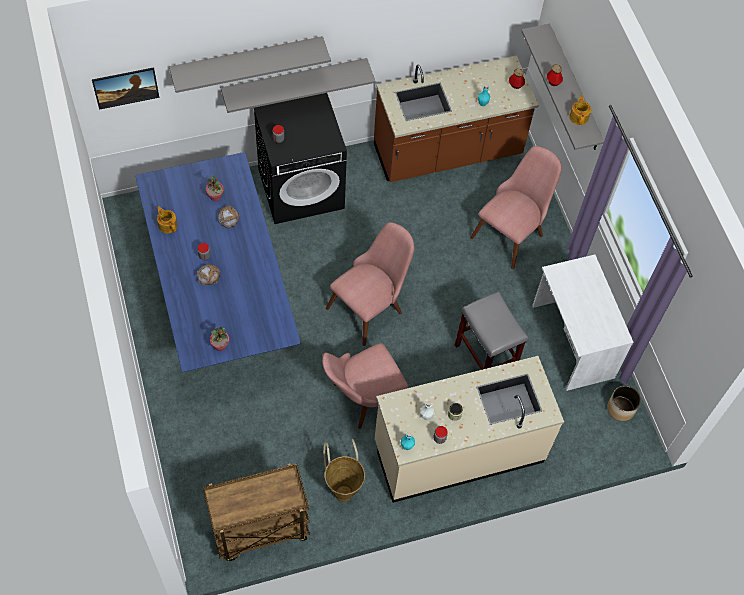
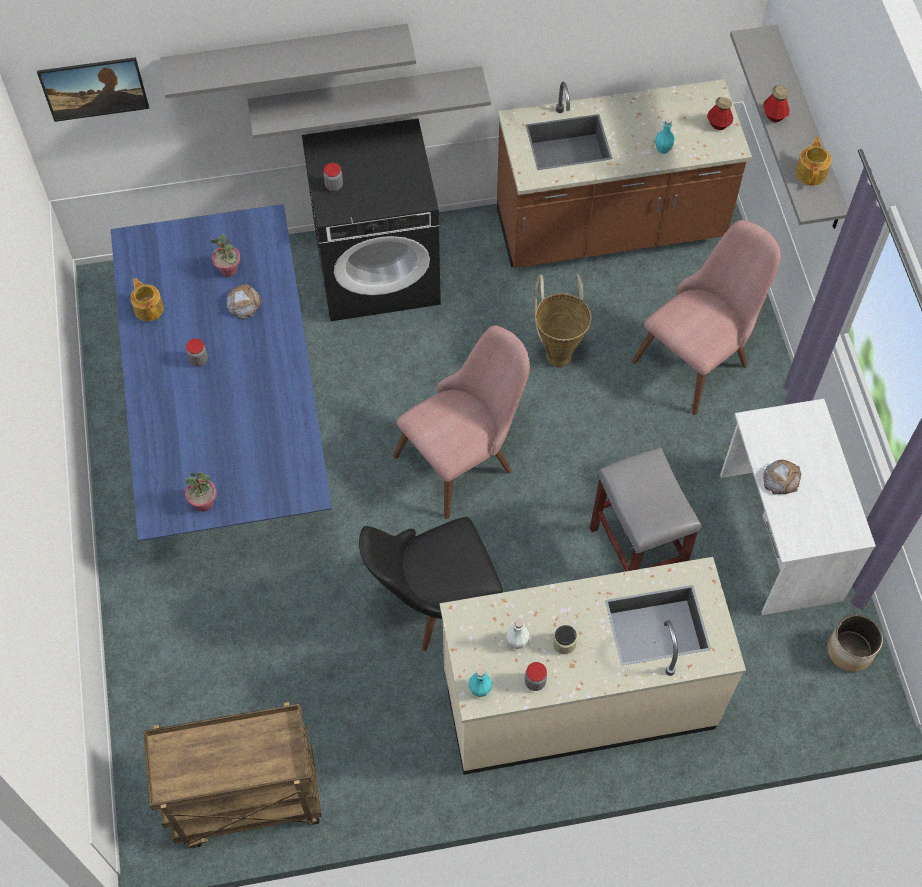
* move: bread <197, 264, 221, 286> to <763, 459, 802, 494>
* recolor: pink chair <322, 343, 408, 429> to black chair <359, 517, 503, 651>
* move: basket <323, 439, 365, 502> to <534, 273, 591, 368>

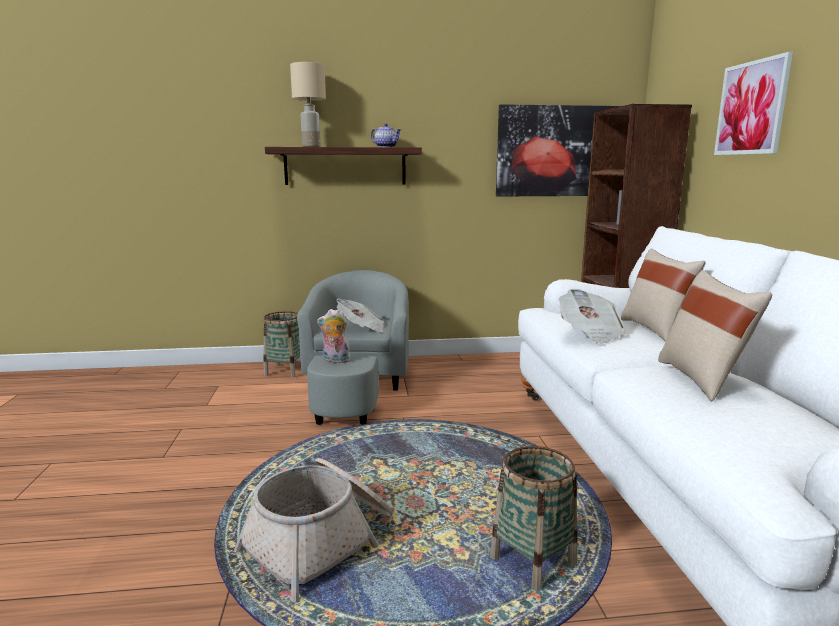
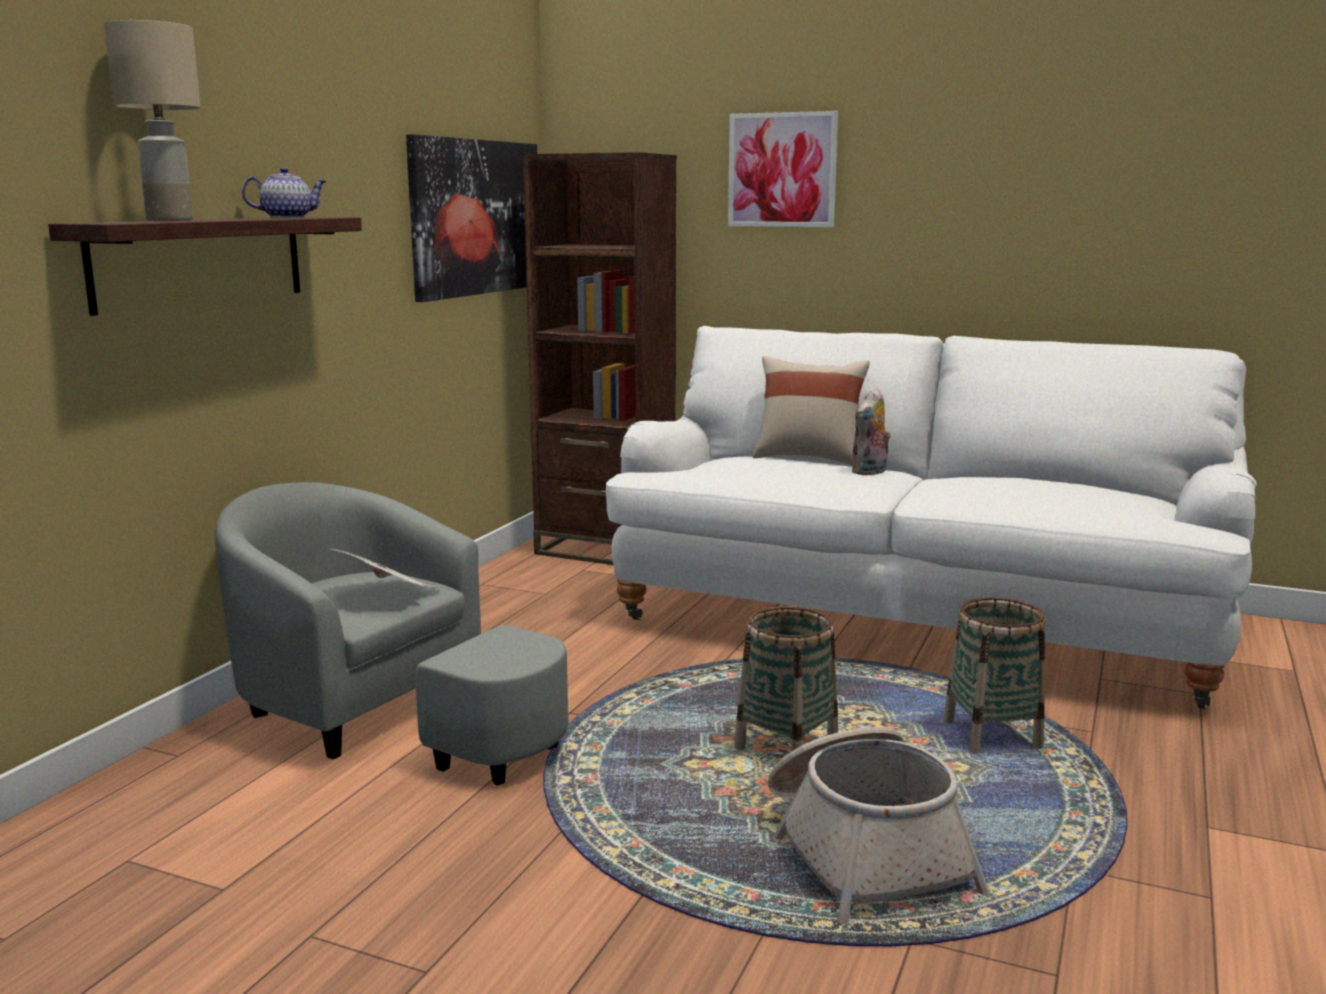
* delete: beige pillow <658, 270, 772, 401>
* delete: newspaper <558, 289, 626, 344>
* move: plush toy <317, 309, 351, 363> to <852, 388, 891, 475>
* move: basket <263, 311, 300, 377> to <734, 606, 838, 752>

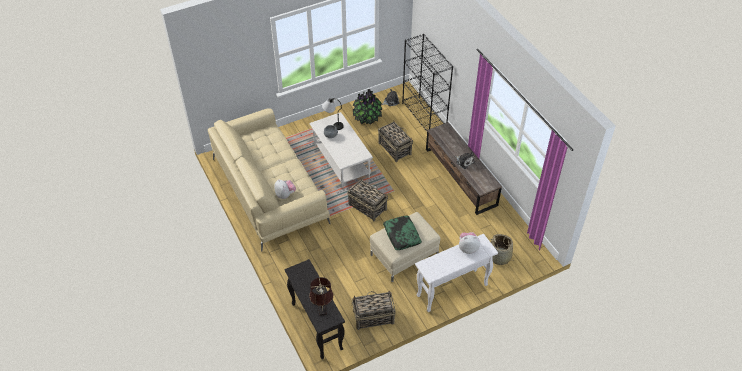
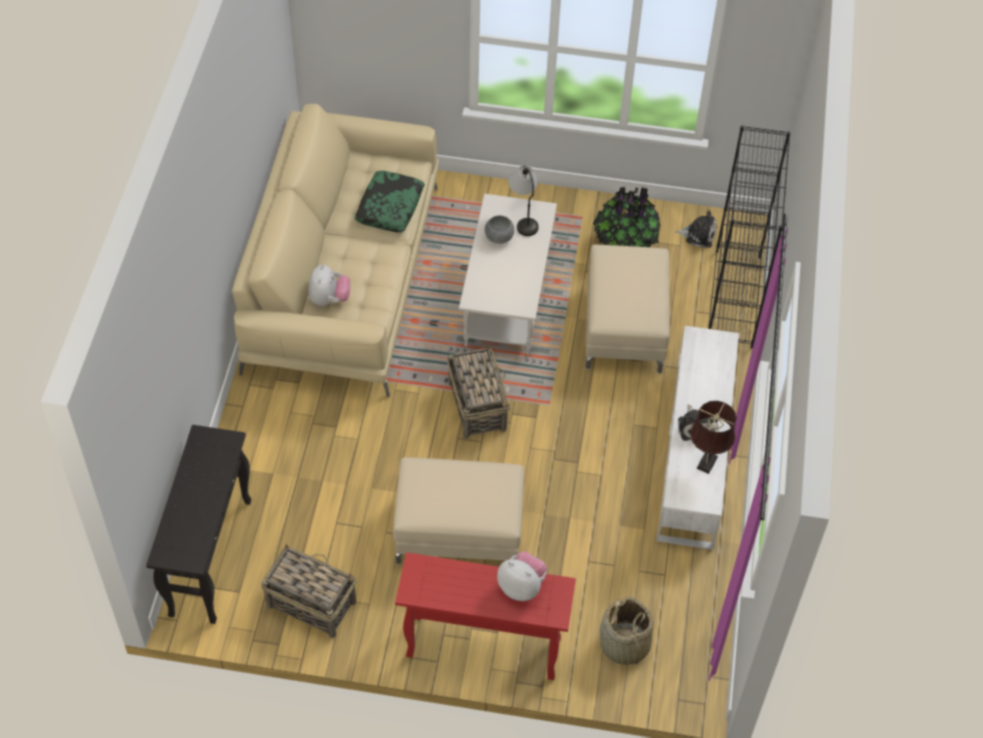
* replace: basket <378, 121, 413, 162> to beige ottoman <585, 245, 670, 374>
* recolor: brown tv stand <426, 122, 502, 215> to white tv stand <656, 326, 739, 550>
* move: pillow <383, 216, 421, 250> to <354, 171, 425, 232>
* recolor: white console table <415, 234, 498, 312> to red console table <395, 552, 576, 680>
* move: brown table lamp <309, 277, 333, 316> to <690, 401, 737, 474>

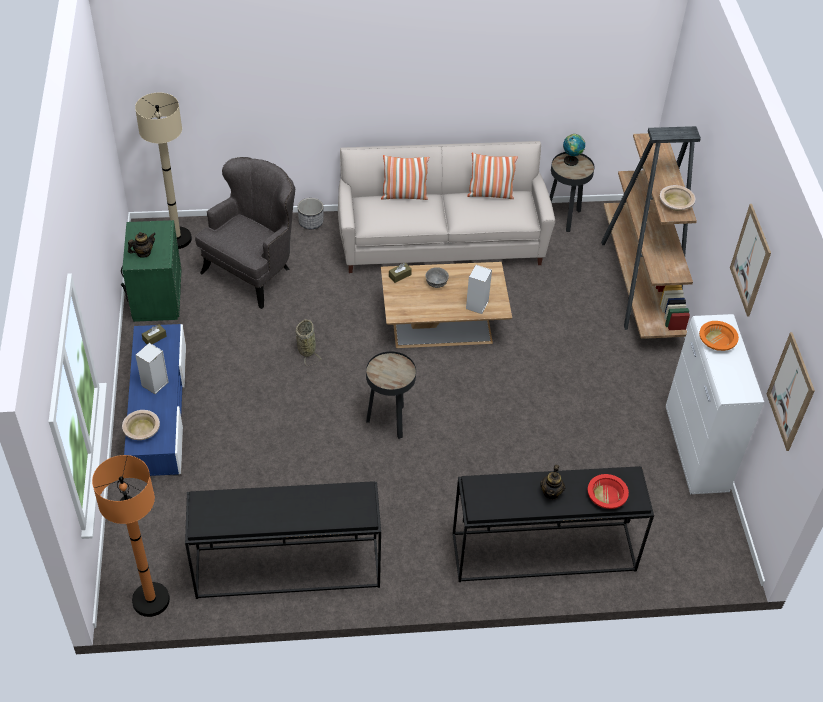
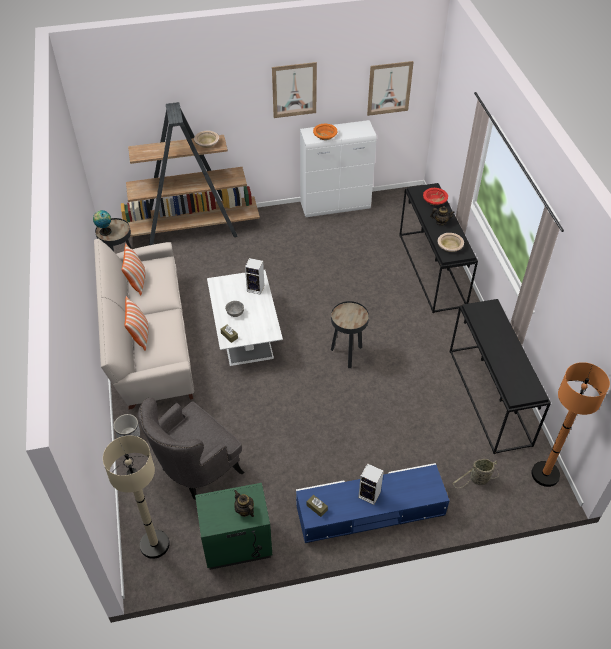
* rotate: grey armchair <195, 157, 295, 309> = <138, 398, 245, 500> 75 degrees counterclockwise
* recolor: brown coffee table <381, 262, 512, 348> to white coffee table <207, 270, 283, 366>
* move: basket <296, 319, 322, 366> to <453, 459, 499, 488>
* move: beige bowl <122, 410, 160, 440> to <437, 233, 464, 252>

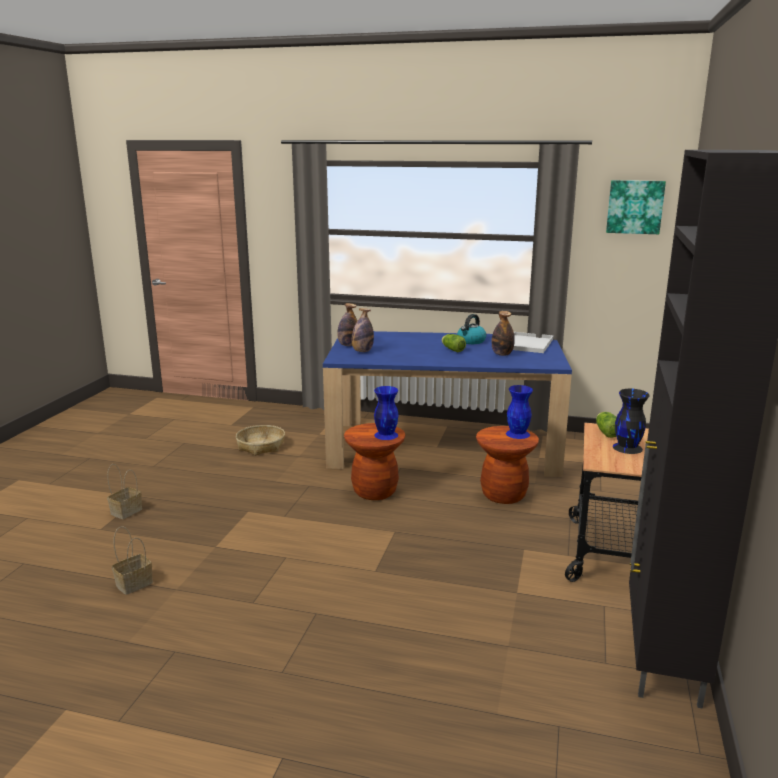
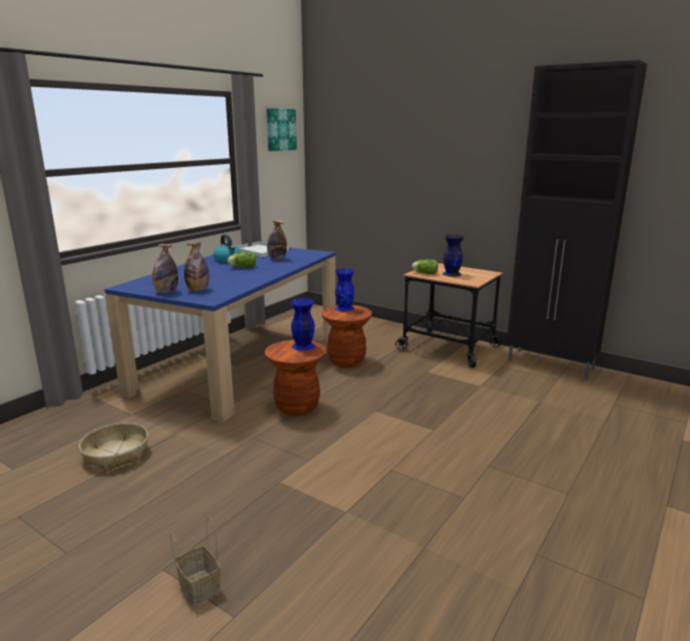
* delete: basket <112, 526, 153, 595>

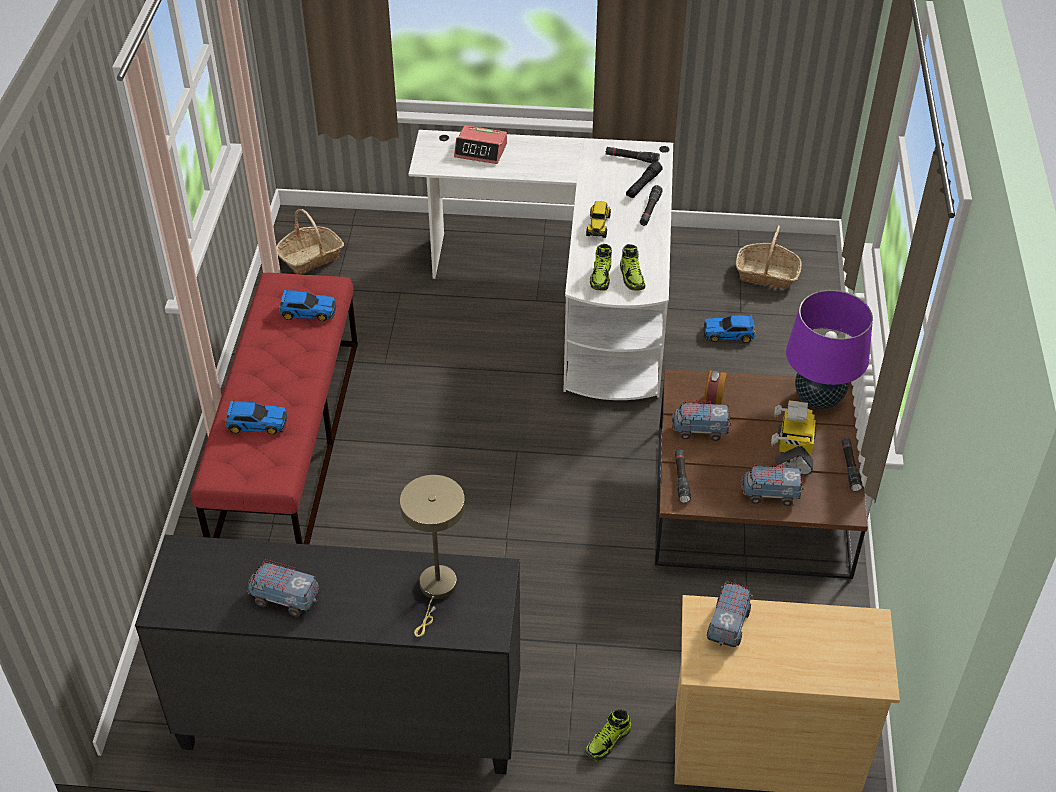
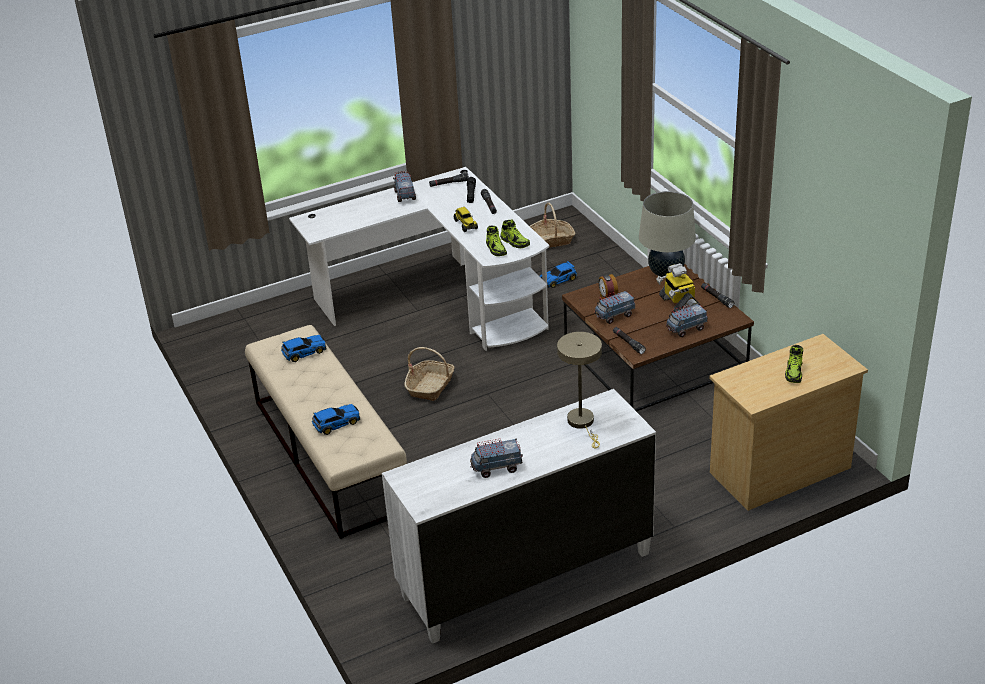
* delete: alarm clock <454, 125, 507, 164>
* move: basket <276, 209, 344, 274> to <404, 347, 454, 401>
* recolor: red bench <191, 273, 358, 544> to beige bench <245, 325, 407, 539>
* recolor: purple table lamp <786, 290, 873, 409> to beige table lamp <639, 191, 696, 277>
* recolor: black dresser <135, 535, 520, 775> to white dresser <382, 389, 656, 644>
* move: toy truck <707, 581, 754, 647> to <393, 170, 416, 202>
* move: shoe <586, 709, 632, 761> to <785, 345, 803, 383>

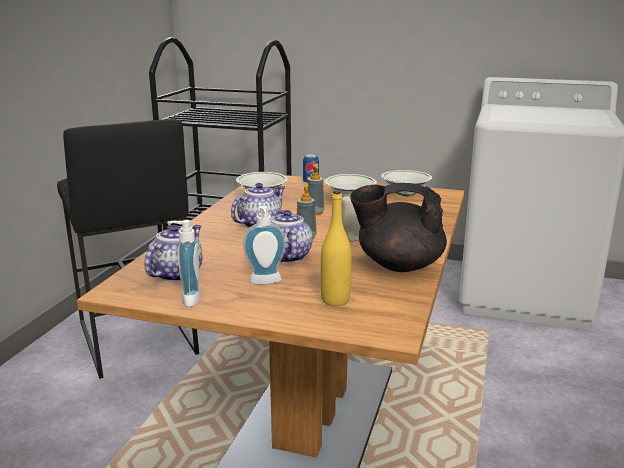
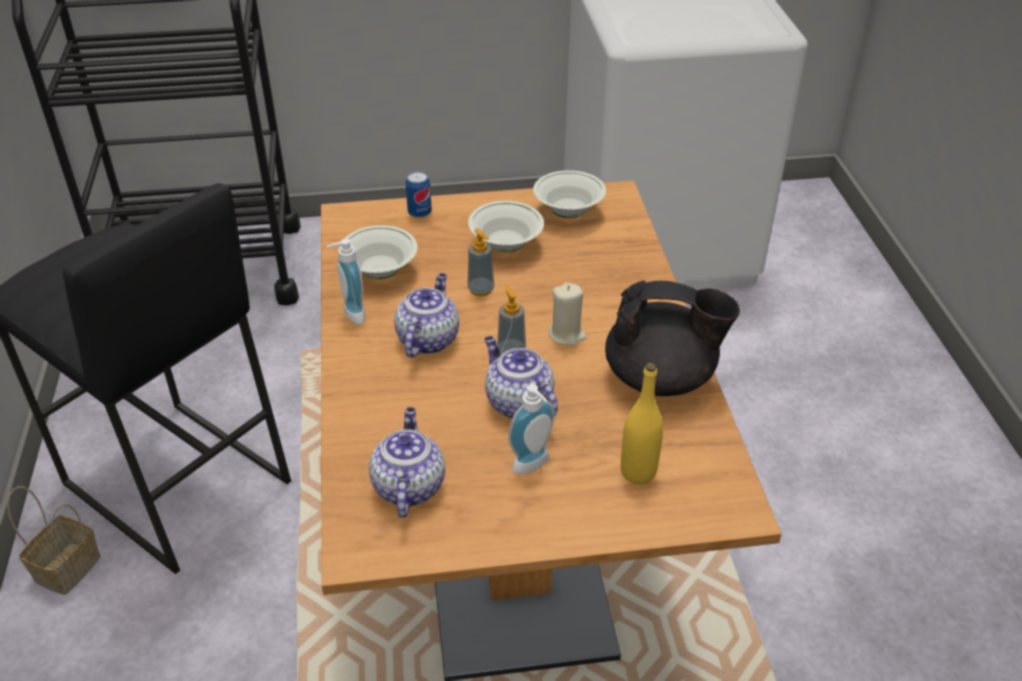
* rotate: black teapot <350, 183, 447, 272> = <605, 280, 740, 396> 150 degrees counterclockwise
* move: soap dispenser <167, 220, 201, 307> to <327, 239, 365, 324>
* insert: basket <7, 486, 101, 595>

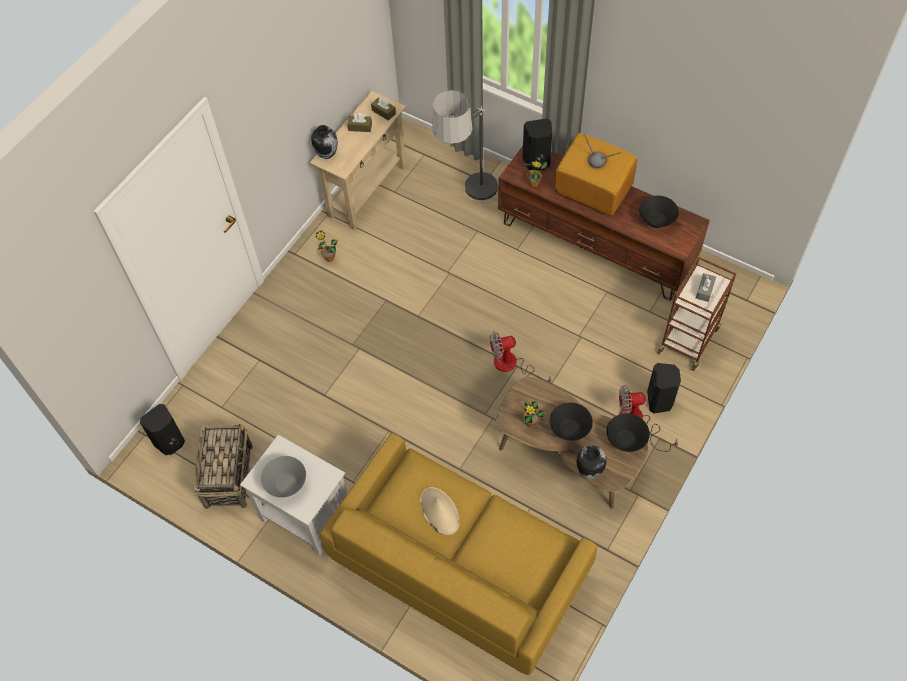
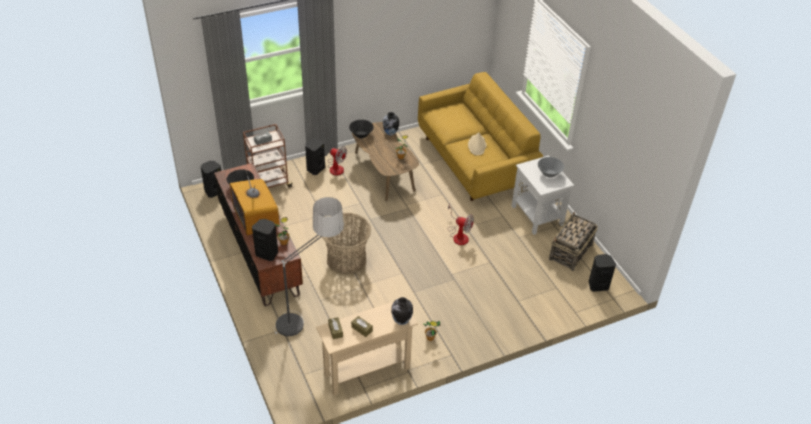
* move: fan <490, 331, 551, 384> to <448, 203, 474, 245>
* delete: black bowl <550, 402, 593, 441>
* insert: black speaker <201, 161, 222, 198>
* insert: basket <322, 213, 371, 274>

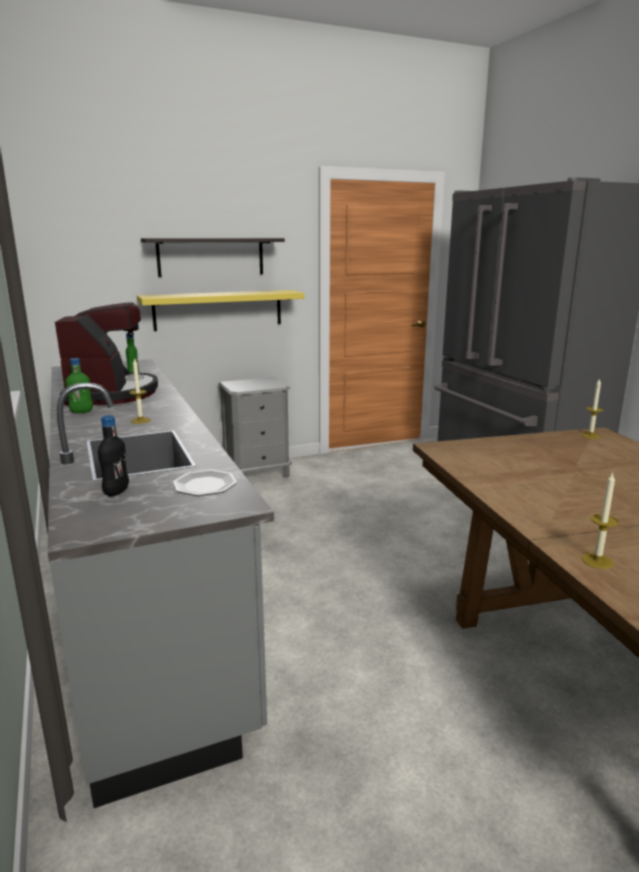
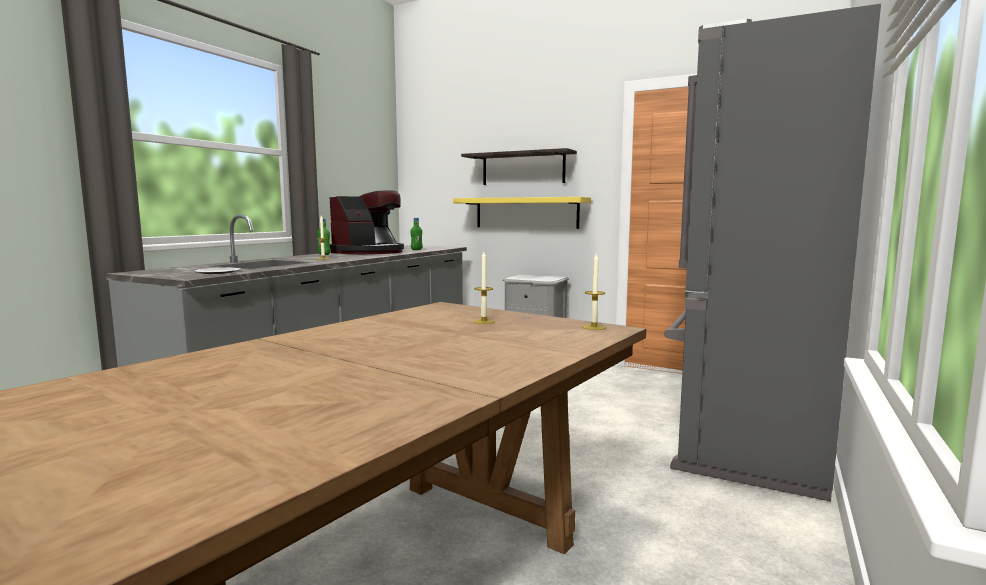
* delete: black bottle <98, 415, 129, 497>
* move: candle <582, 472, 619, 569> to <473, 252, 495, 324>

